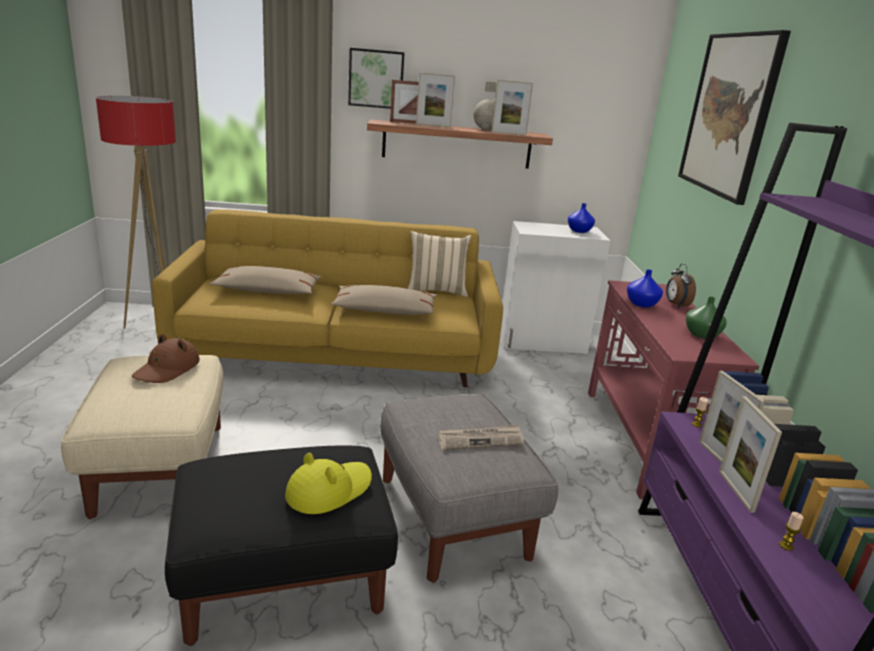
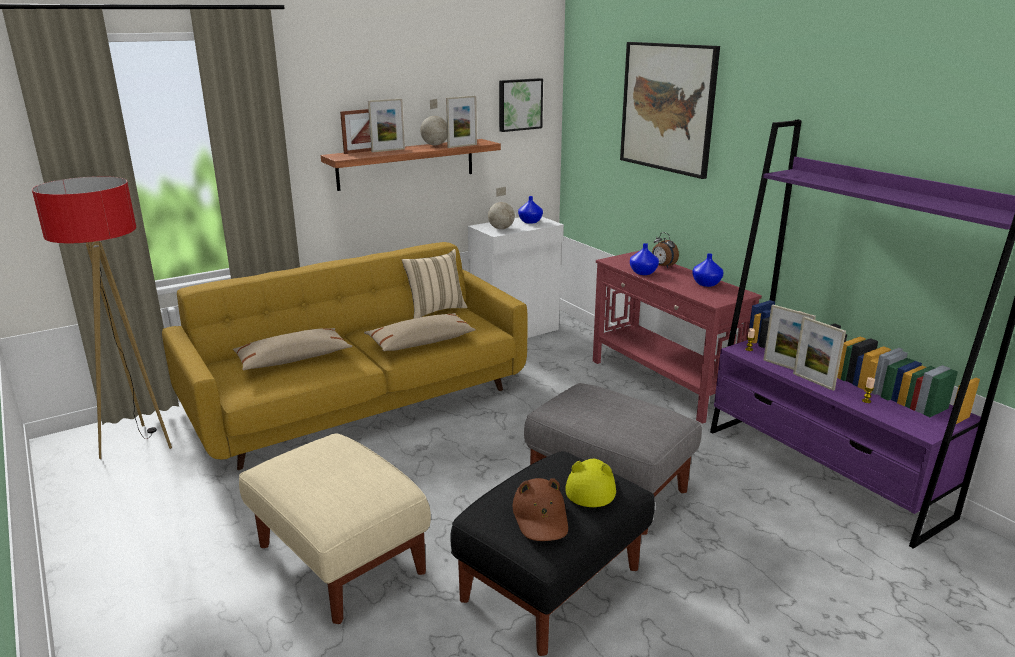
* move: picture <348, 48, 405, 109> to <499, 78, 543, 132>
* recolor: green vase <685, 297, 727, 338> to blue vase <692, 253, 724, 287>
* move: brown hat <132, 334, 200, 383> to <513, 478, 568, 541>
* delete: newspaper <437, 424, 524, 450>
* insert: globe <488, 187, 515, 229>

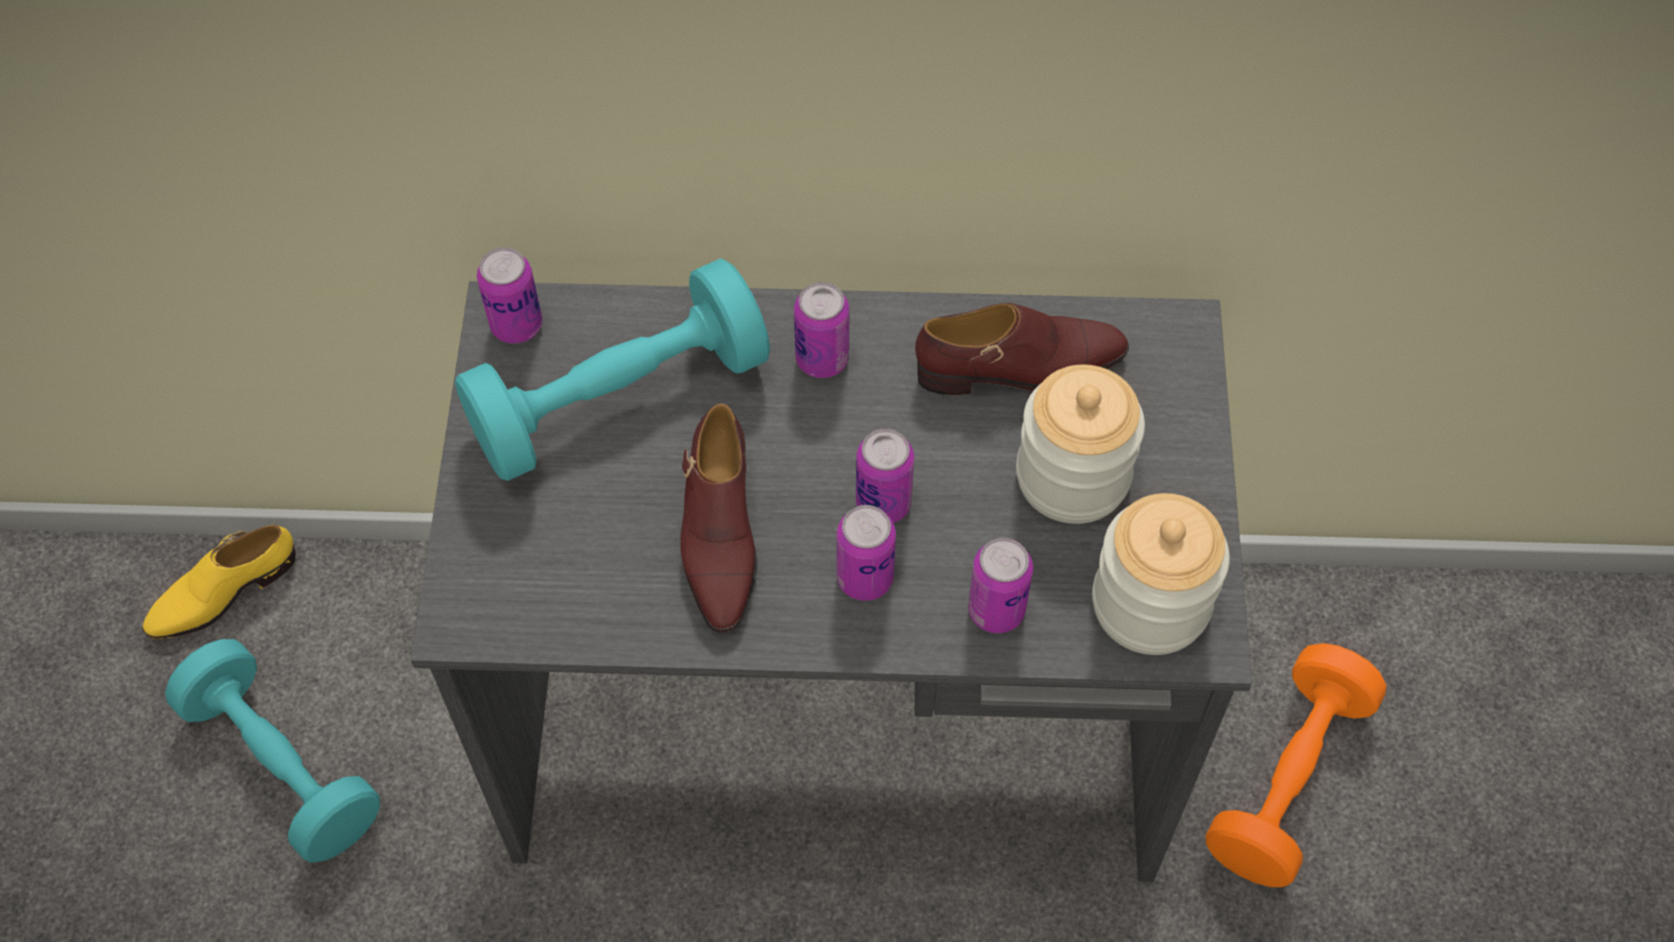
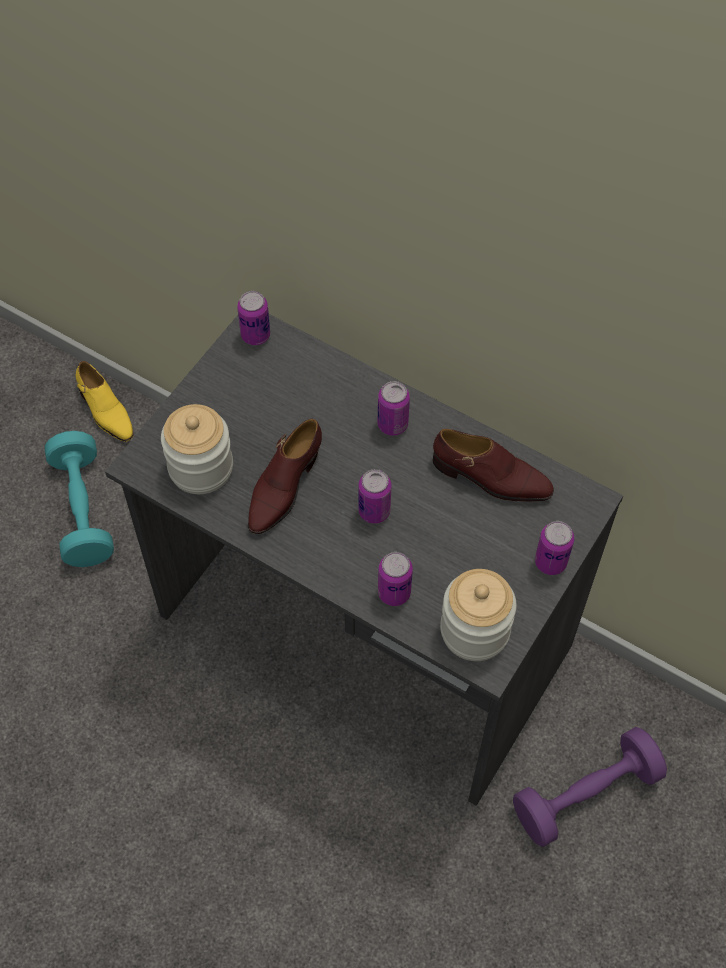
* delete: turquoise dumbbell <455, 258, 770, 481>
* move: jar <1016, 365, 1145, 524> to <161, 404, 233, 494>
* move: can <836, 505, 896, 601> to <535, 521, 574, 575>
* rotate: yellow shoe <142, 525, 296, 639> = <76, 361, 134, 442> 120 degrees counterclockwise
* recolor: orange dumbbell <1205, 643, 1387, 887> to purple dumbbell <513, 727, 667, 847>

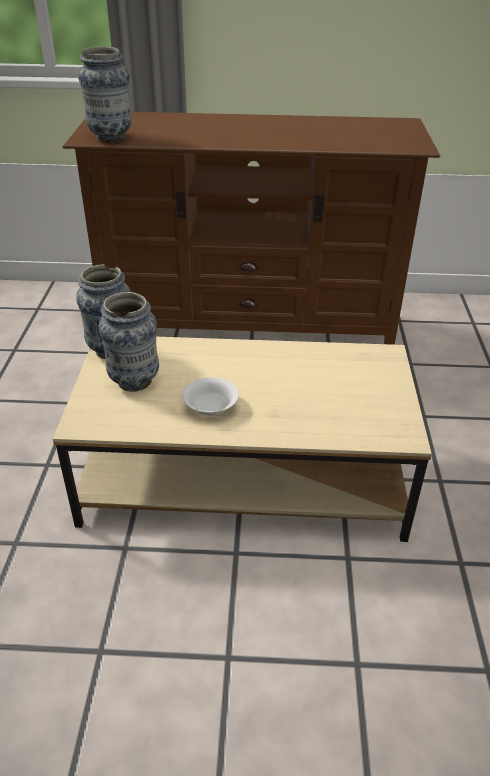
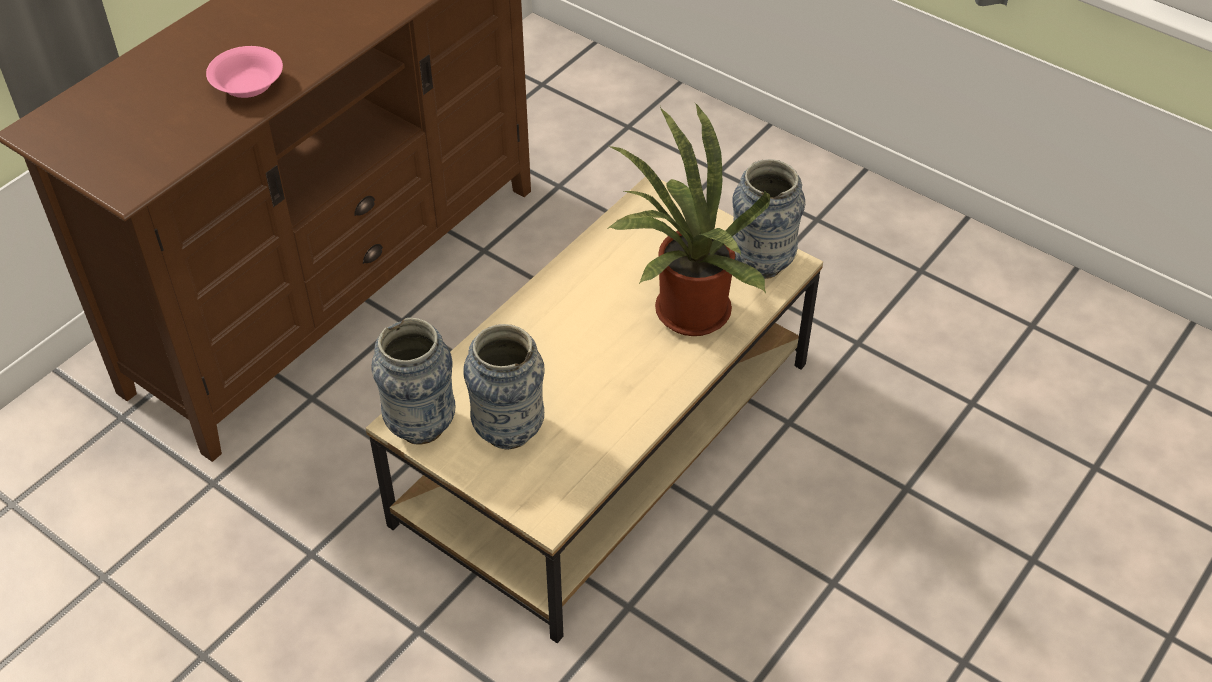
* move: vase <78, 46, 132, 143> to <732, 159, 805, 279>
* delete: white bowl <182, 377, 239, 415>
* insert: pink bowl <206, 46, 283, 98>
* insert: potted plant <609, 102, 770, 336>

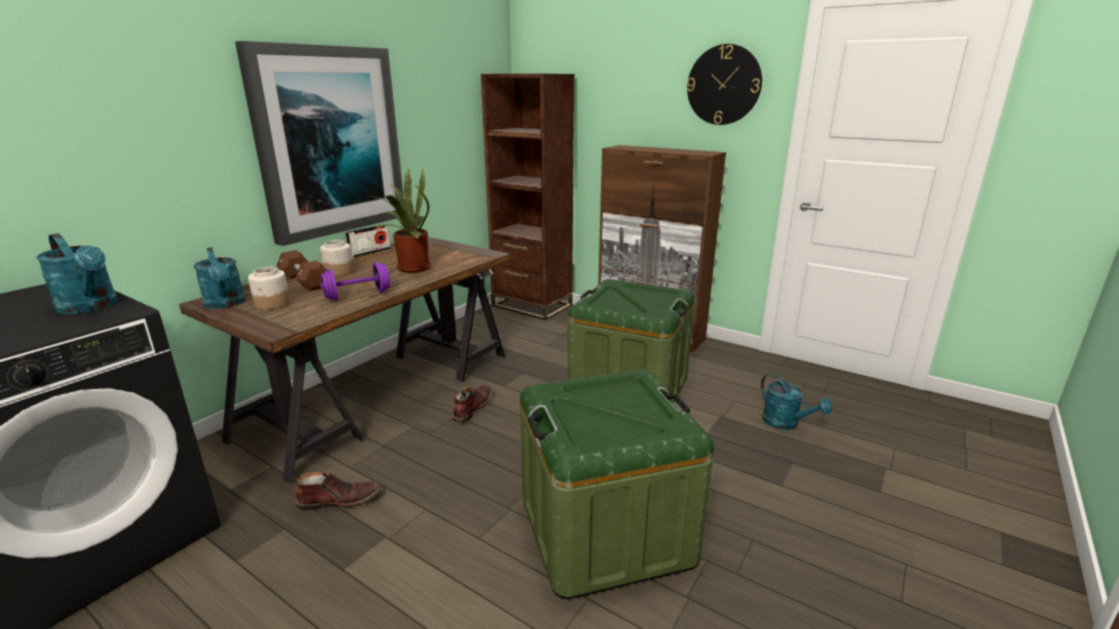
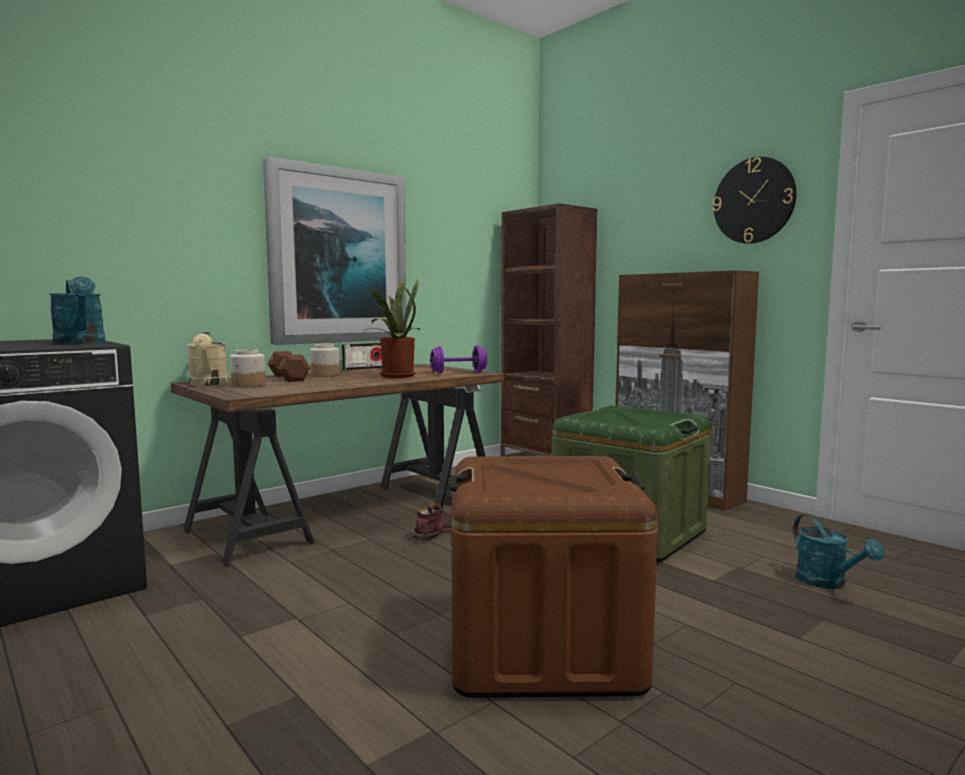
* recolor: turquoise watering can <193, 247, 246, 309> to beige watering can <187, 332, 229, 386>
* move: purple dumbbell <320, 262, 390, 301> to <430, 346, 487, 373>
* recolor: green storage box <520, 369, 714, 599> to brown storage box <450, 456, 658, 698>
* delete: brown boot <296, 470, 381, 510>

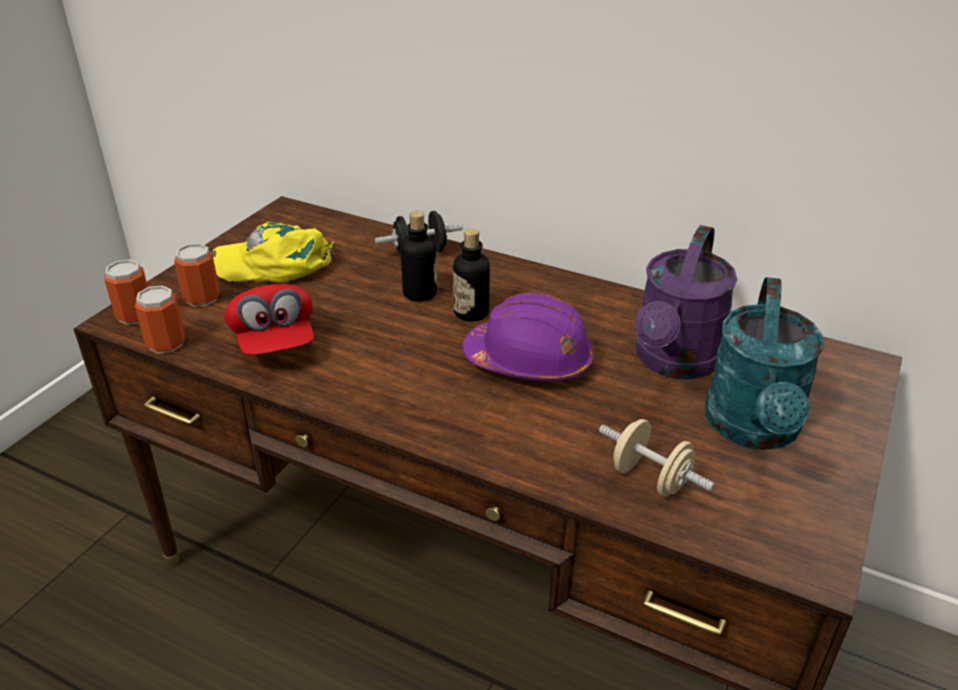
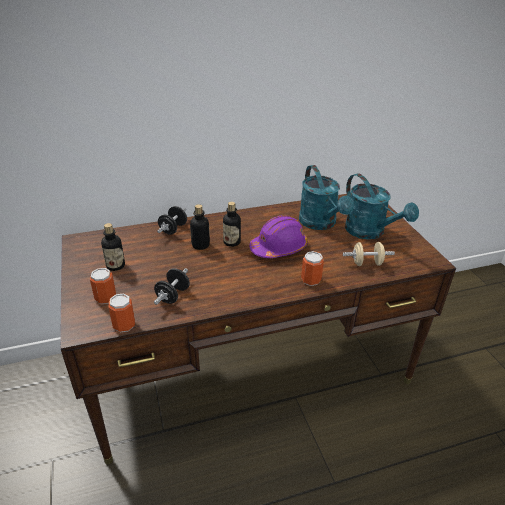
* replace: yellow cap <212, 222, 334, 283> to bottle <101, 223, 125, 271>
* recolor: purple watering can <635, 225, 737, 379> to turquoise watering can <299, 165, 354, 230>
* move: can <104, 259, 148, 325> to <301, 251, 324, 286>
* replace: red cap <224, 284, 314, 355> to black dumbbell <154, 268, 190, 305>

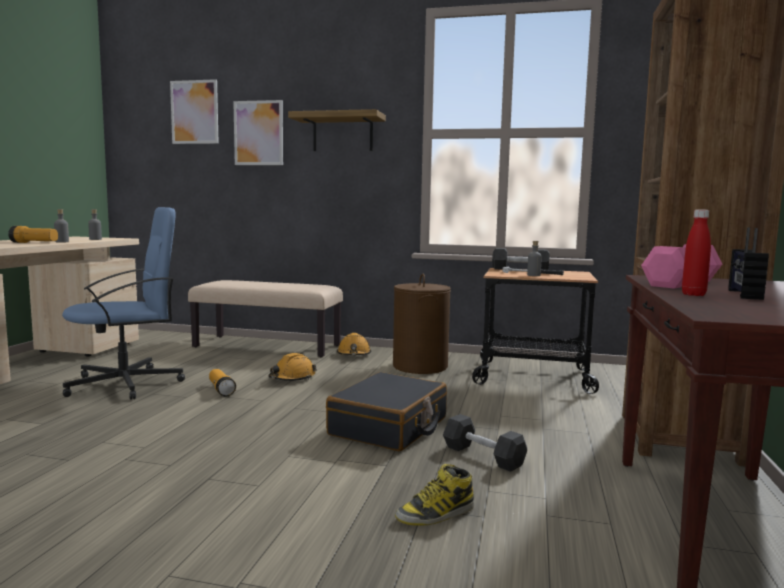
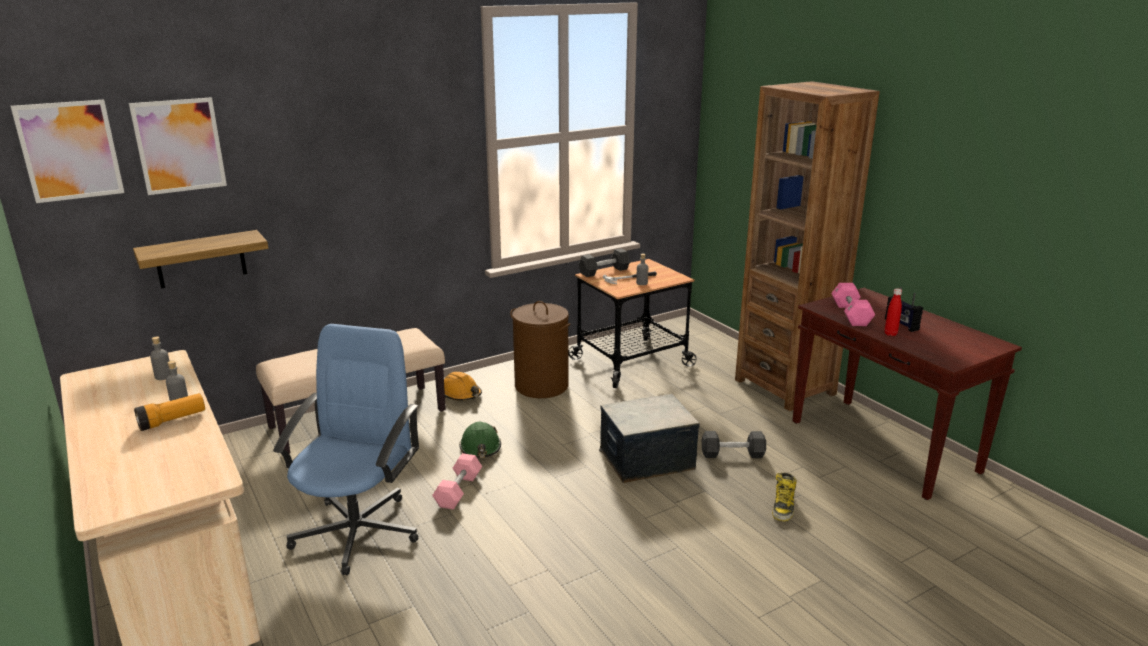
* move: picture <233, 100, 283, 165> to <11, 100, 124, 203>
* move: shelf <288, 109, 386, 151> to <133, 230, 268, 289>
* recolor: orange hard hat <268, 353, 317, 381> to green hard hat <459, 421, 501, 458>
* replace: flashlight <209, 369, 236, 397> to pink dumbbell <432, 453, 482, 510>
* replace: black suitcase <326, 372, 447, 451> to storage box <599, 394, 700, 483>

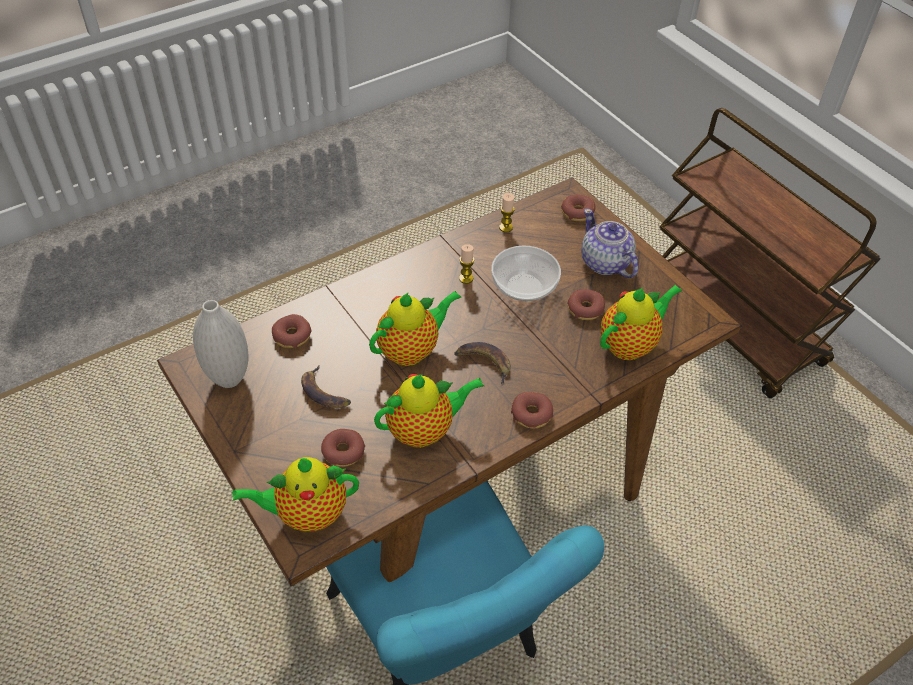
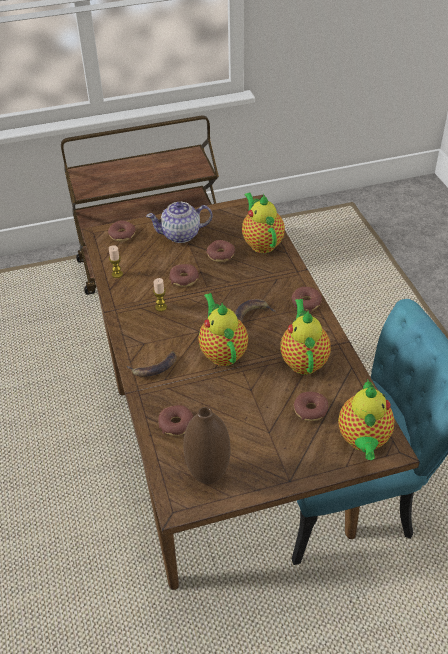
* replace: bowl <491, 246, 561, 301> to donut <169, 264, 199, 287>
* recolor: white vase <193, 300, 248, 388> to brown vase <183, 407, 230, 484>
* move: banana <301, 366, 351, 408> to <127, 351, 177, 377>

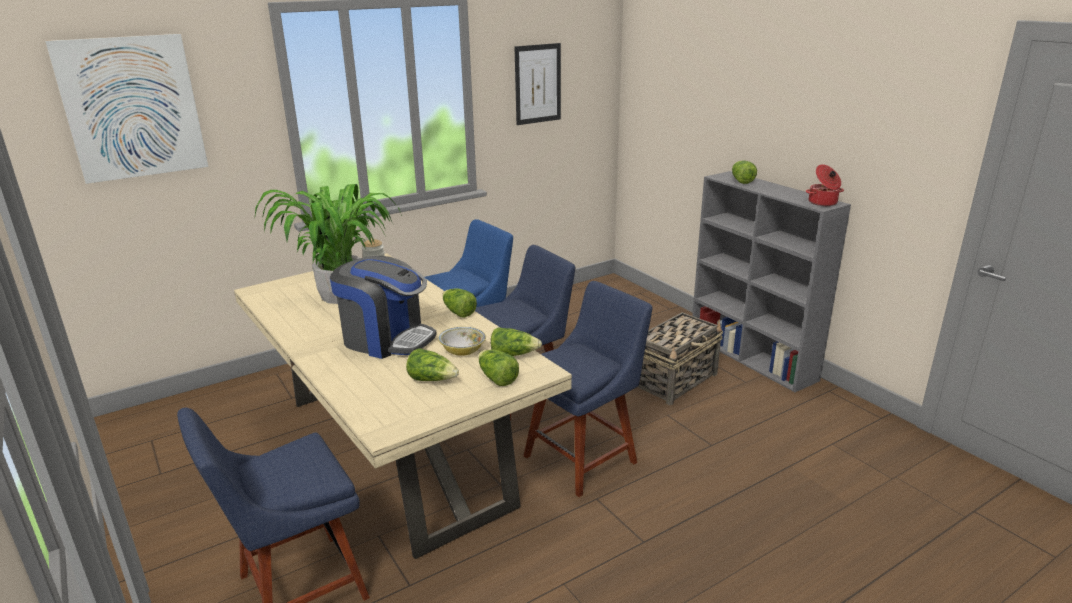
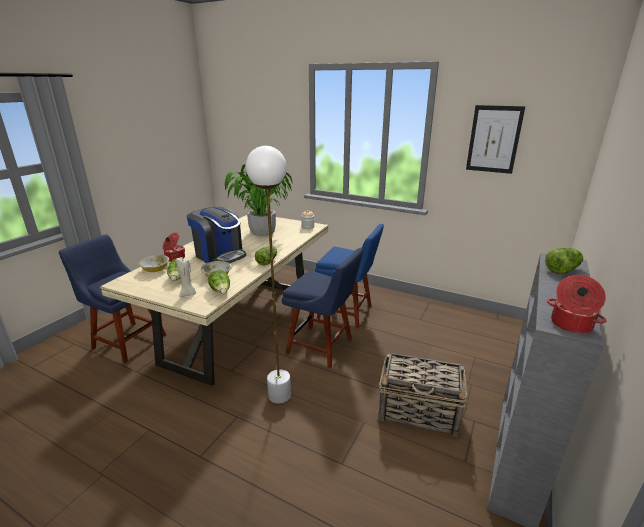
* delete: picture <45, 34, 208, 184>
* rotate: coffee machine <330, 256, 437, 359> = <187, 207, 246, 263> 45 degrees counterclockwise
* replace: blue chair <524, 281, 653, 497> to white floor lamp <246, 146, 291, 404>
* replace: lettuce <478, 350, 519, 386> to beige candle <176, 257, 196, 297>
* insert: cooking pot <163, 233, 185, 262>
* insert: bowl <138, 255, 169, 272>

